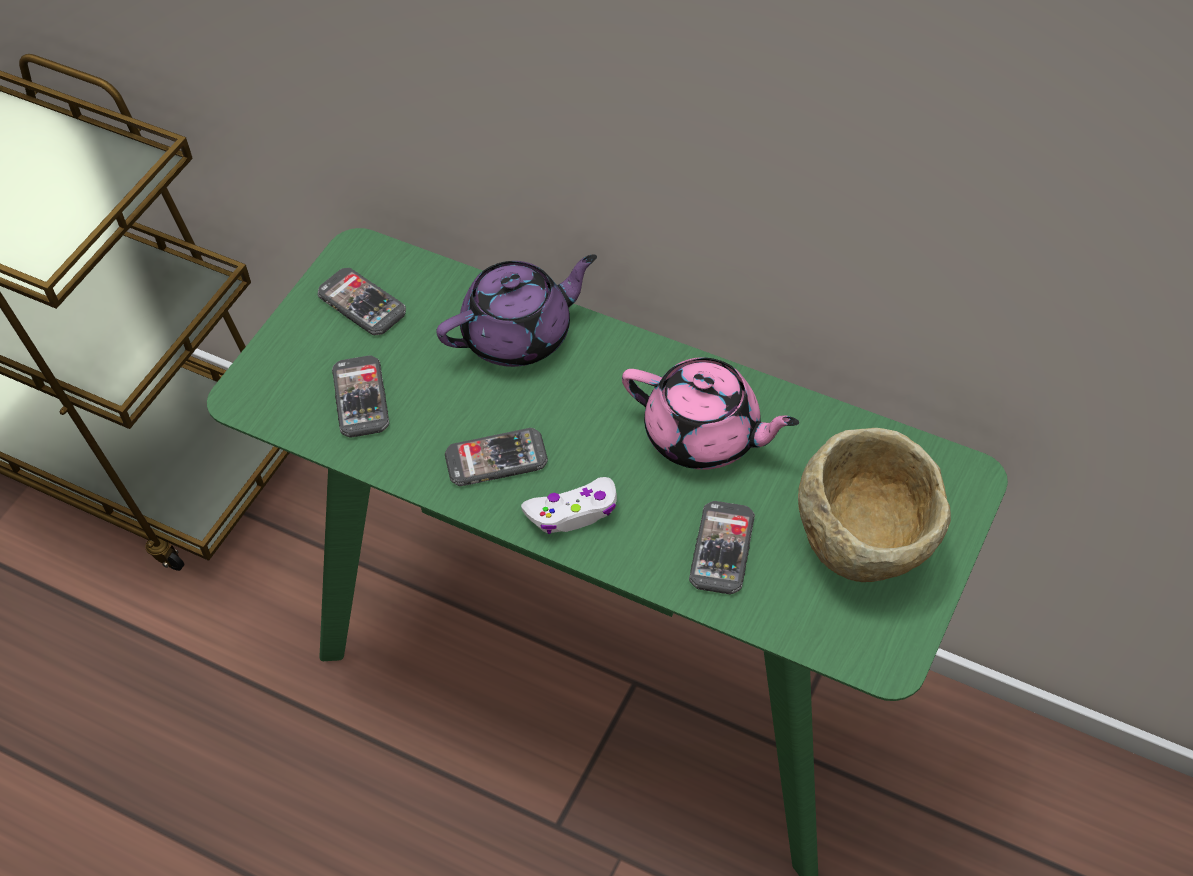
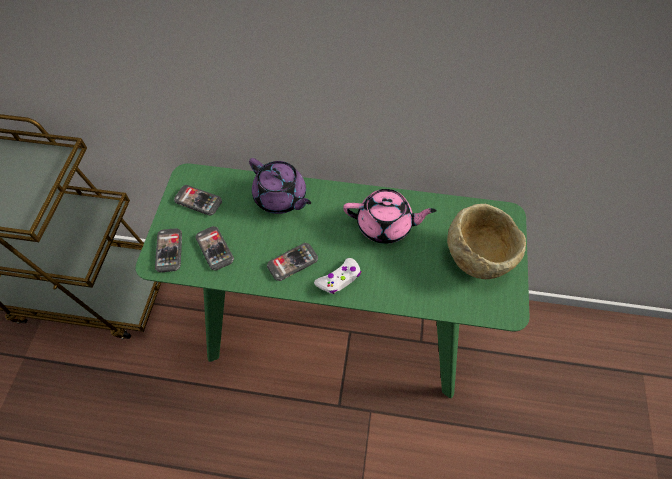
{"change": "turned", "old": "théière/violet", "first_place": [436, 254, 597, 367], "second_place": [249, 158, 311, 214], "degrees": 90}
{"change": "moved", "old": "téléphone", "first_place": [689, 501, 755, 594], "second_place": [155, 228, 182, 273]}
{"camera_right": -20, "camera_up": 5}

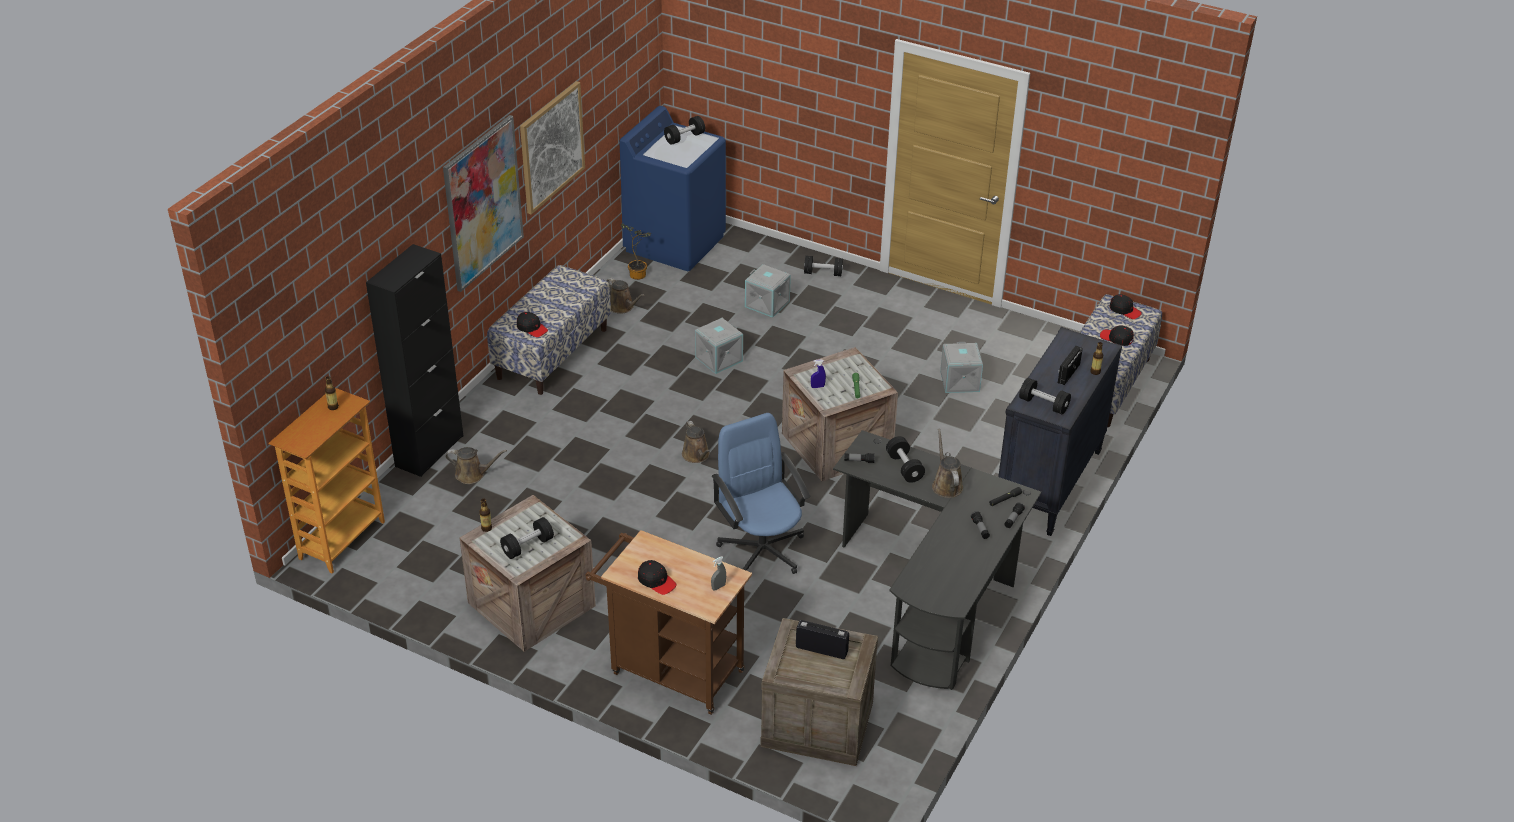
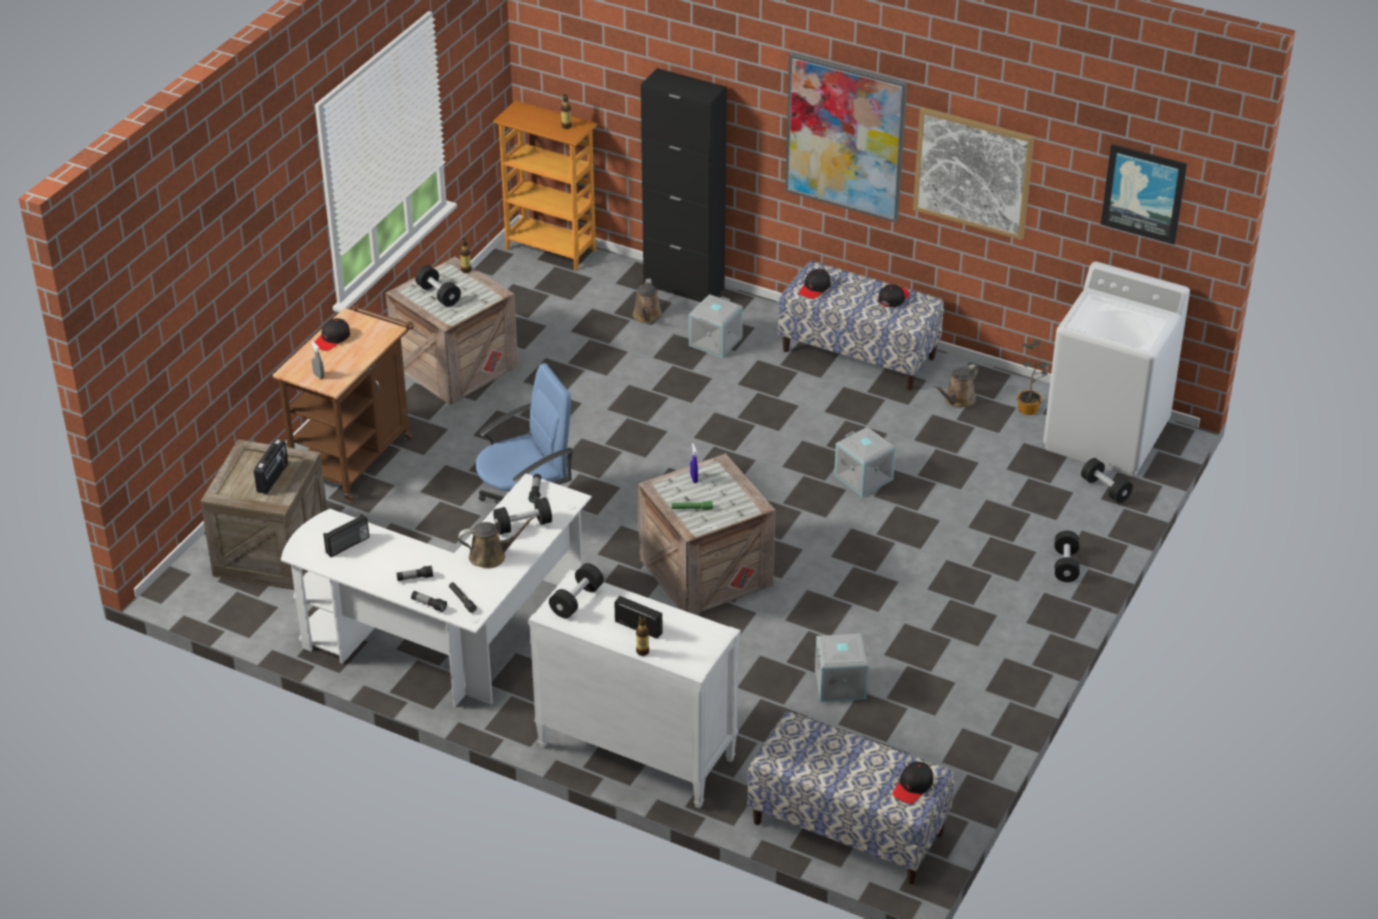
{"change": "recoloured", "old": "lave-linge/bleu", "new": "lave-linge/blanc", "first_place": [619, 106, 726, 271], "second_place": [1043, 262, 1190, 477]}
{"change": "moved", "old": "haltère/noir", "first_place": [664, 116, 705, 145], "second_place": [1081, 458, 1133, 503]}
{"change": "removed", "old": "arrosoir/marron", "first_place": [682, 421, 710, 463]}
{"change": "moved", "old": "boîte de rangement/gris", "first_place": [745, 264, 791, 318], "second_place": [689, 294, 743, 358]}
{"change": "recoloured", "old": "bureau/noir", "new": "bureau/blanc", "first_place": [833, 430, 1041, 690], "second_place": [281, 473, 592, 707]}
{"change": "recoloured", "old": "commode/noir", "new": "commode/blanc", "first_place": [998, 327, 1122, 536], "second_place": [528, 570, 741, 808]}
{"change": "moved", "old": "casquette/noir", "first_place": [1100, 326, 1134, 346], "second_place": [878, 284, 910, 307]}
{"change": "added", "new": "radio", "second_place": [323, 514, 369, 557]}
{"change": "added", "new": "tableau", "second_place": [1101, 144, 1187, 245]}
{"camera_right": 90, "camera_up": 0}

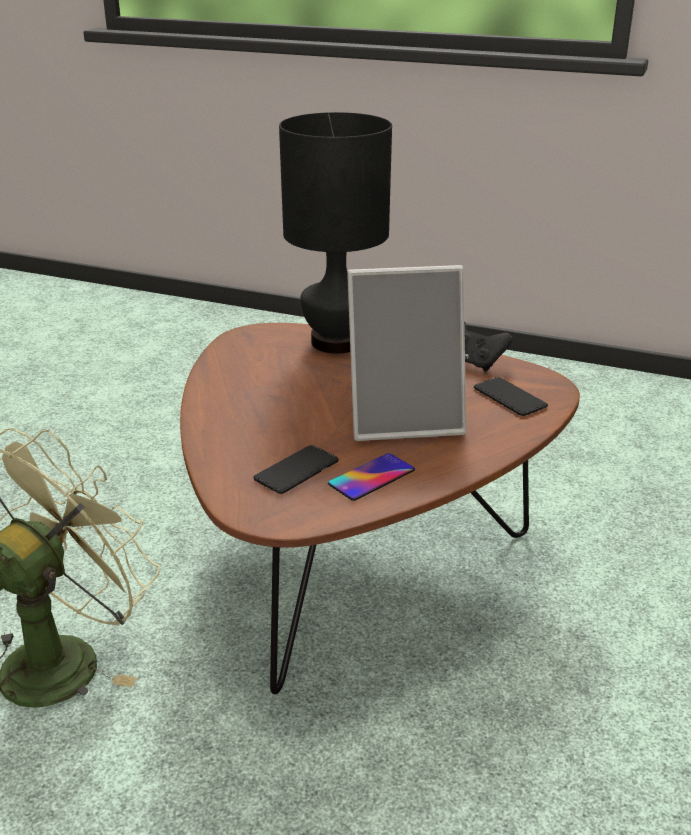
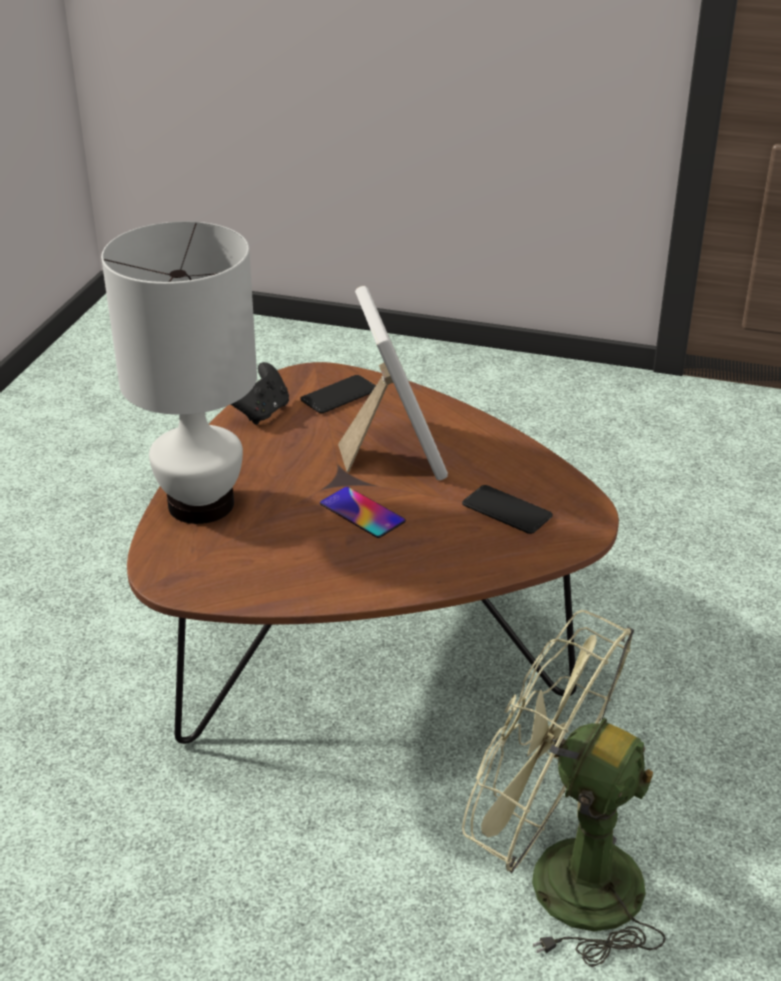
{"change": "recoloured", "old": "lampe de table/noir", "new": "lampe de table/blanc", "first_place": [279, 112, 392, 354], "second_place": [101, 221, 257, 524]}
{"change": "moved", "old": "téléphone", "first_place": [328, 453, 415, 501], "second_place": [320, 487, 406, 538]}
{"camera_right": -95, "camera_up": 5}

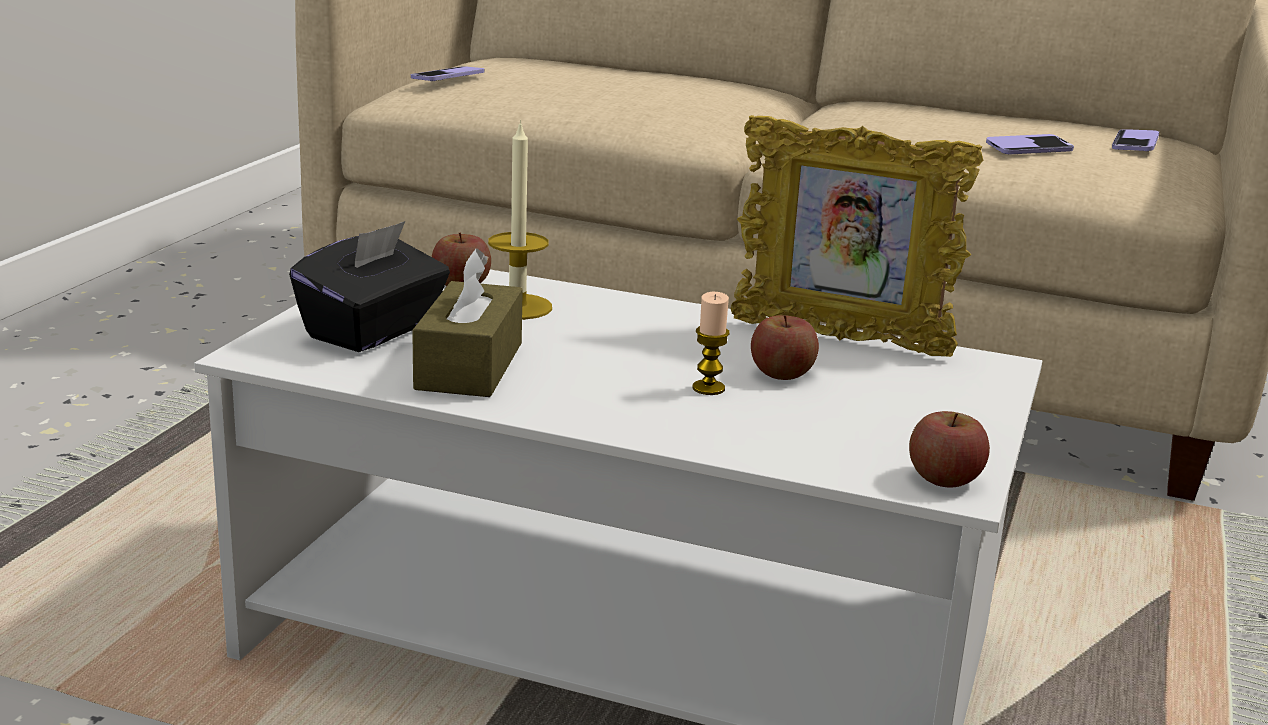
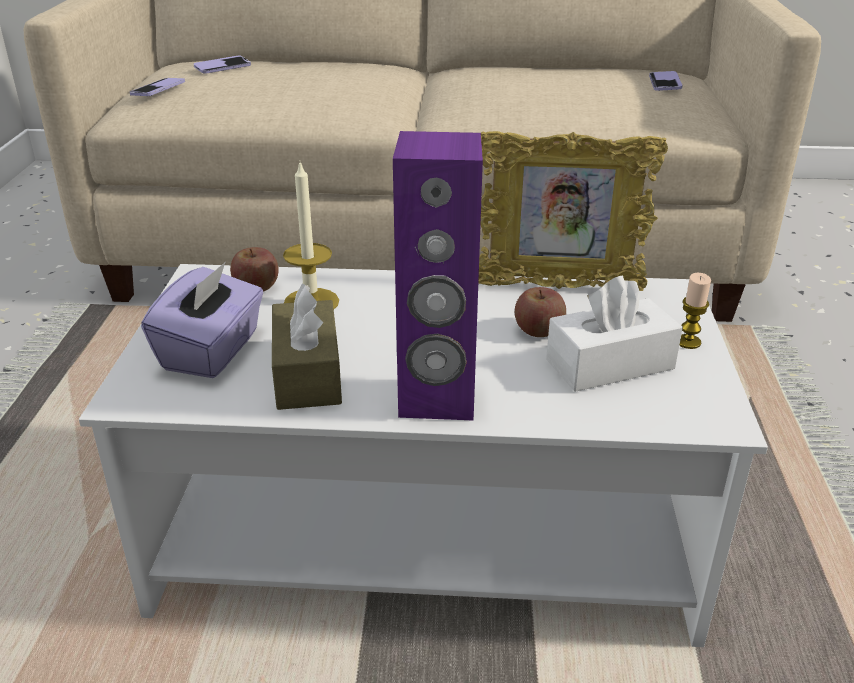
{"change": "recoloured", "old": "boîte à mouchoirs/noir", "new": "boîte à mouchoirs/violet", "first_place": [289, 221, 450, 352], "second_place": [141, 262, 264, 378]}
{"change": "moved", "old": "bougie", "first_place": [692, 292, 730, 395], "second_place": [679, 273, 711, 349]}
{"change": "removed", "old": "pomme", "first_place": [909, 411, 990, 487]}
{"change": "moved", "old": "téléphone", "first_place": [986, 134, 1074, 154], "second_place": [194, 56, 251, 74]}
{"change": "added", "new": "enceinte/violet", "second_place": [393, 131, 483, 421]}
{"change": "added", "new": "boîte à mouchoirs/blanc", "second_place": [546, 275, 683, 392]}
{"camera_right": -15, "camera_up": 10}

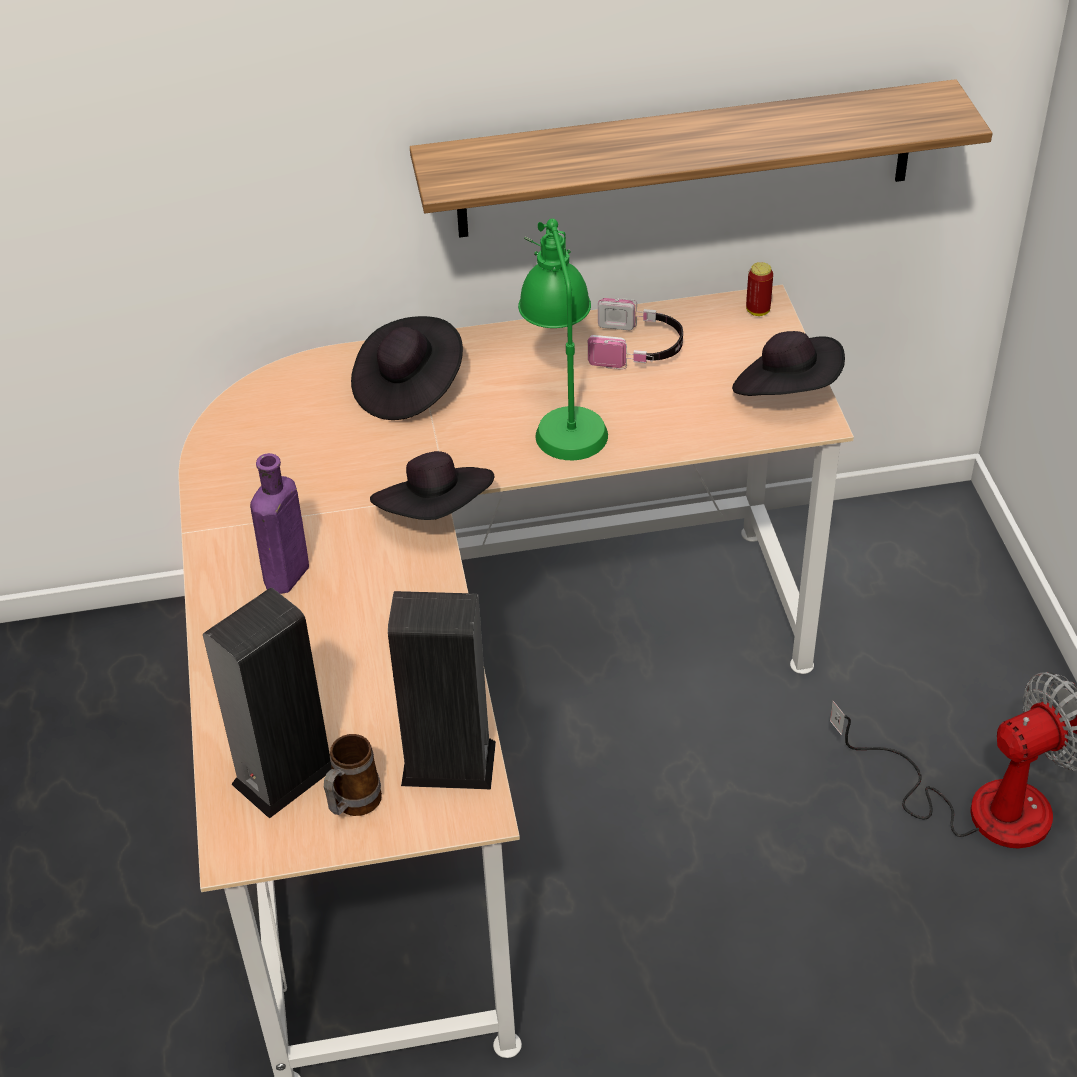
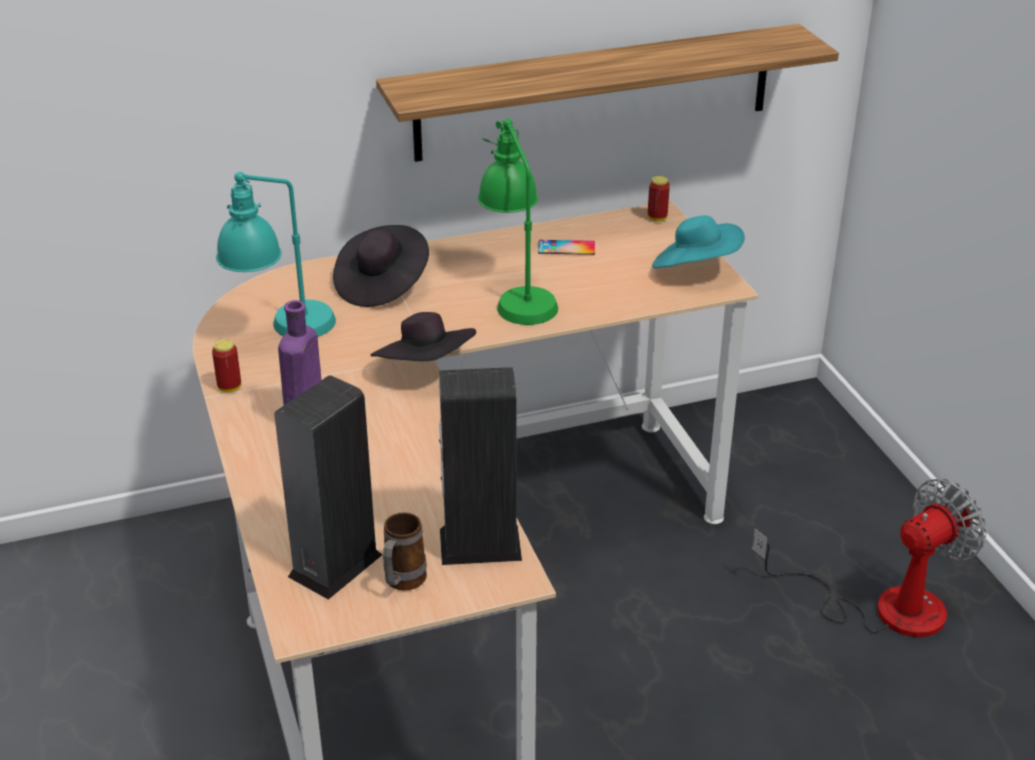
{"change": "replaced", "old": "casque audio", "new": "téléphone", "first_place": [588, 298, 683, 369], "second_place": [538, 240, 595, 255]}
{"change": "recoloured", "old": "chapeau/noir", "new": "chapeau/turquoise", "first_place": [732, 331, 845, 396], "second_place": [652, 215, 745, 268]}
{"change": "added", "new": "boîte métallique", "second_place": [212, 339, 241, 392]}
{"change": "added", "new": "lampe de table/turquoise", "second_place": [216, 172, 336, 337]}
{"camera_right": -10, "camera_up": -10}

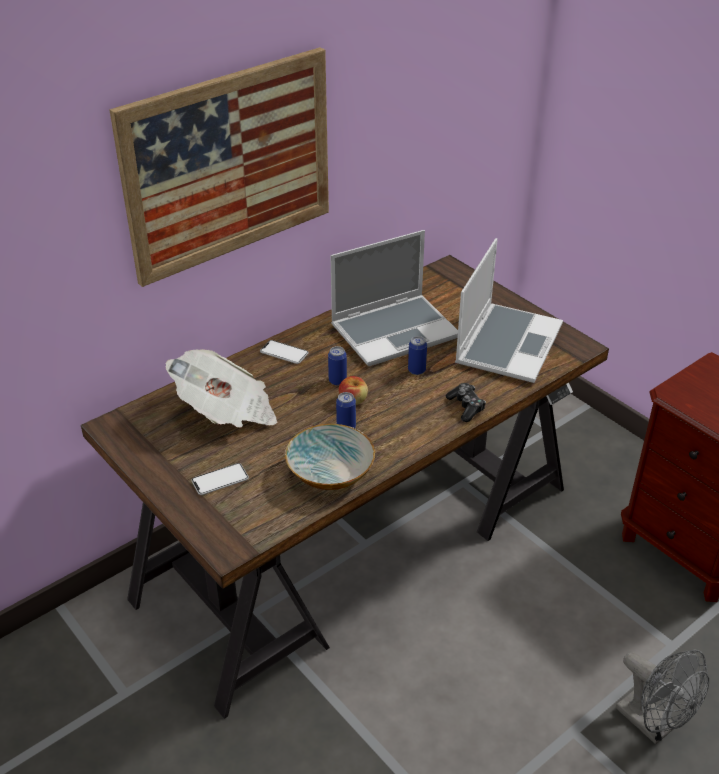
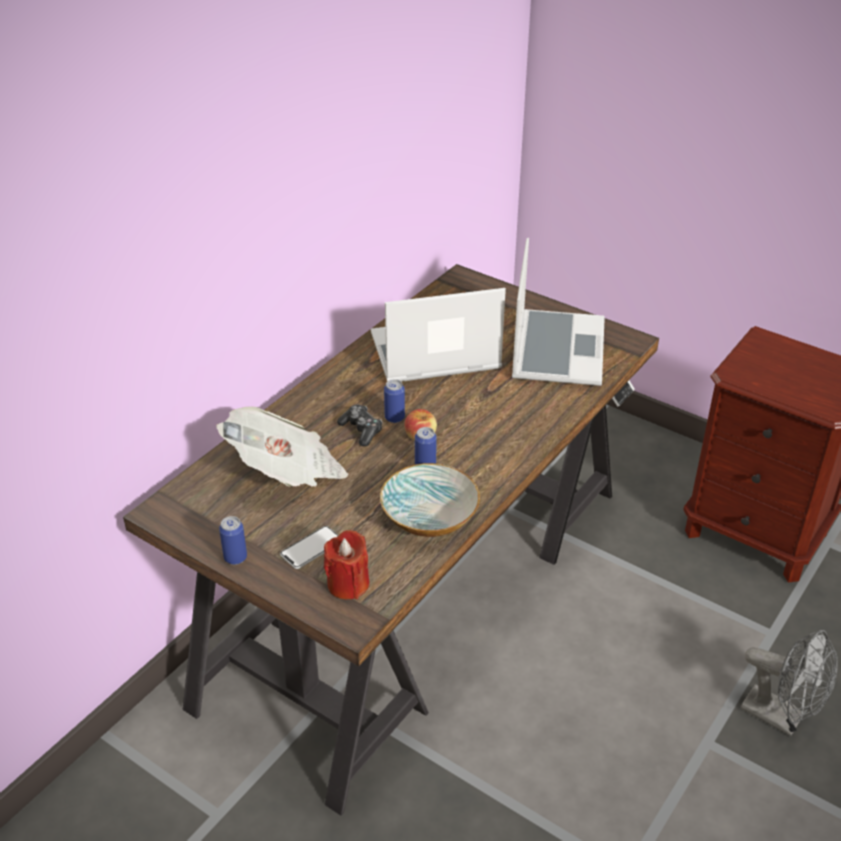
{"change": "removed", "old": "tableau", "first_place": [109, 47, 329, 287]}
{"change": "removed", "old": "téléphone", "first_place": [260, 340, 309, 364]}
{"change": "turned", "old": "ordinateur portable", "first_place": [330, 230, 458, 366], "second_place": [371, 288, 506, 382], "degrees": -150}
{"change": "moved", "old": "boîte métallique", "first_place": [408, 336, 427, 375], "second_place": [219, 516, 247, 565]}
{"change": "moved", "old": "manette", "first_place": [446, 383, 486, 422], "second_place": [337, 404, 383, 446]}
{"change": "added", "new": "bougie/rouge", "second_place": [324, 530, 370, 599]}
{"camera_right": -15, "camera_up": 0}

